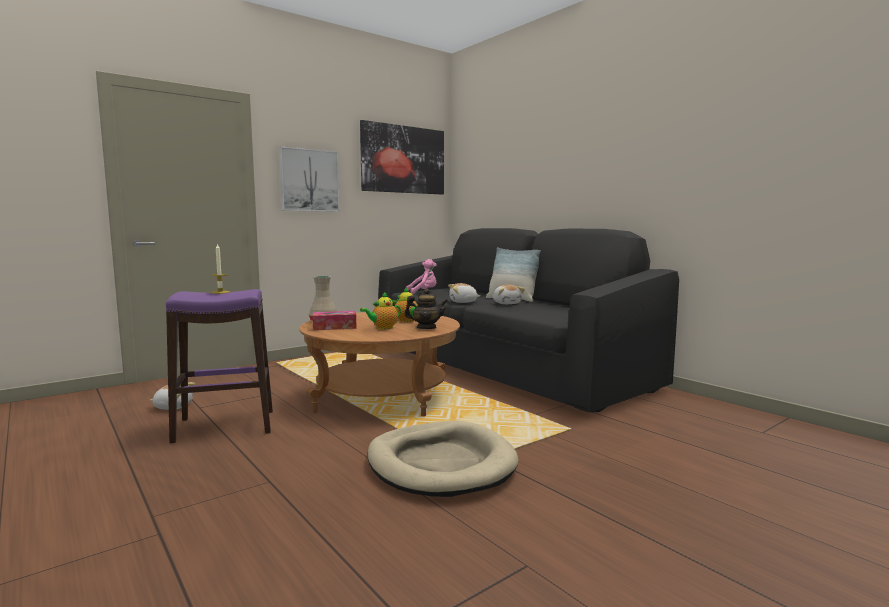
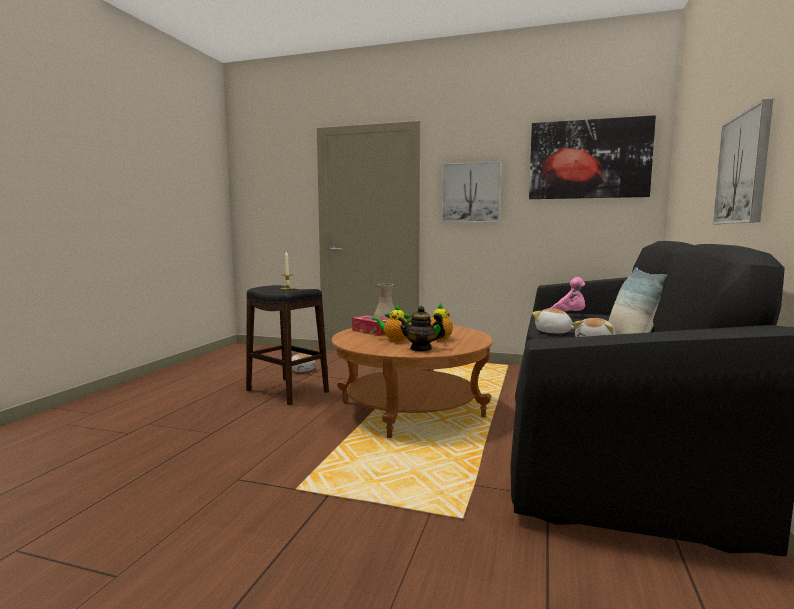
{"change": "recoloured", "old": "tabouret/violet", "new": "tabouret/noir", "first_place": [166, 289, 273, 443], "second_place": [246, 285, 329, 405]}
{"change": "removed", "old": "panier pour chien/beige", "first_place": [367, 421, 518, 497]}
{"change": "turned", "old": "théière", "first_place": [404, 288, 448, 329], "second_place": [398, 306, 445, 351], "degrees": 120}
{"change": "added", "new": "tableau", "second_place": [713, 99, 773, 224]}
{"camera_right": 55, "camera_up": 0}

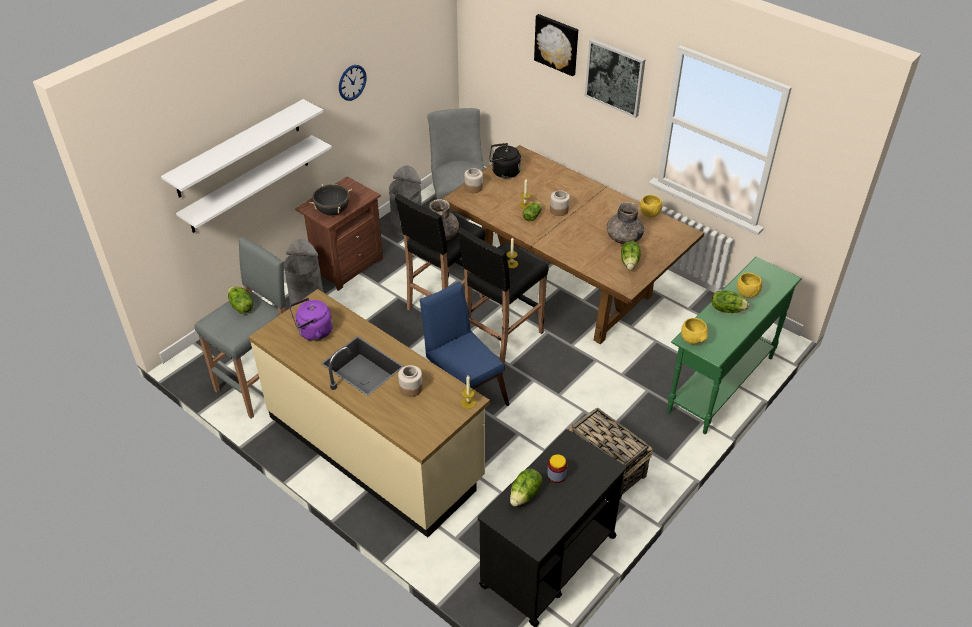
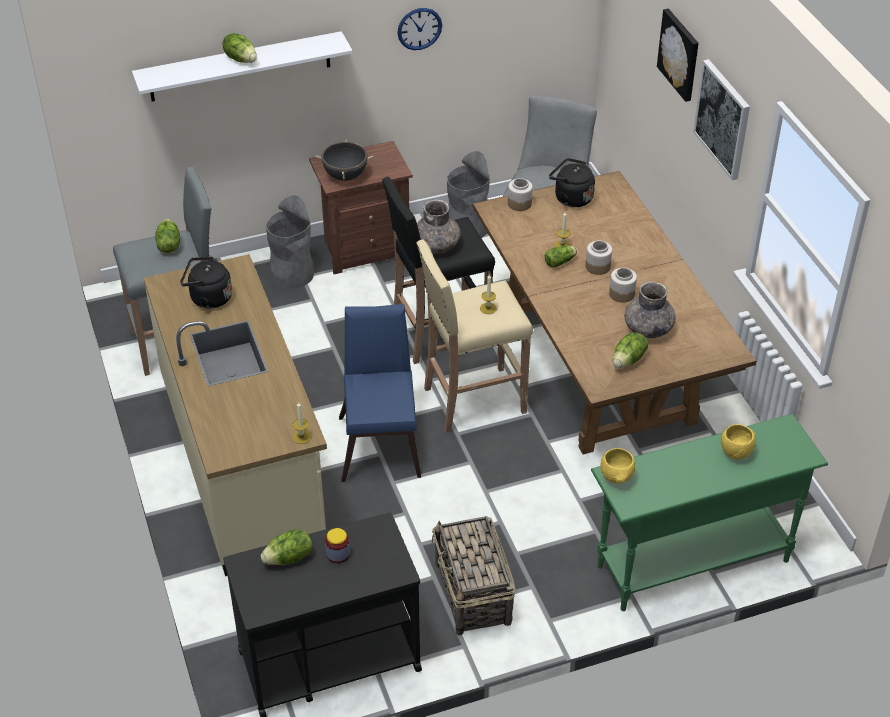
{"change": "removed", "old": "étagère/blanc", "first_place": [176, 135, 332, 233]}
{"change": "recoloured", "old": "bouilloire/violet", "new": "bouilloire/noir", "first_place": [289, 298, 333, 341], "second_place": [180, 257, 232, 309]}
{"change": "moved", "old": "bocal", "first_place": [398, 365, 423, 397], "second_place": [609, 268, 637, 303]}
{"change": "recoloured", "old": "tabouret/noir", "new": "tabouret/beige", "first_place": [457, 228, 549, 365], "second_place": [416, 240, 533, 433]}
{"change": "removed", "old": "bol/jaune", "first_place": [640, 195, 662, 218]}
{"change": "moved", "old": "laitue", "first_place": [712, 290, 749, 313], "second_place": [222, 33, 257, 63]}
{"camera_right": 30, "camera_up": 0}

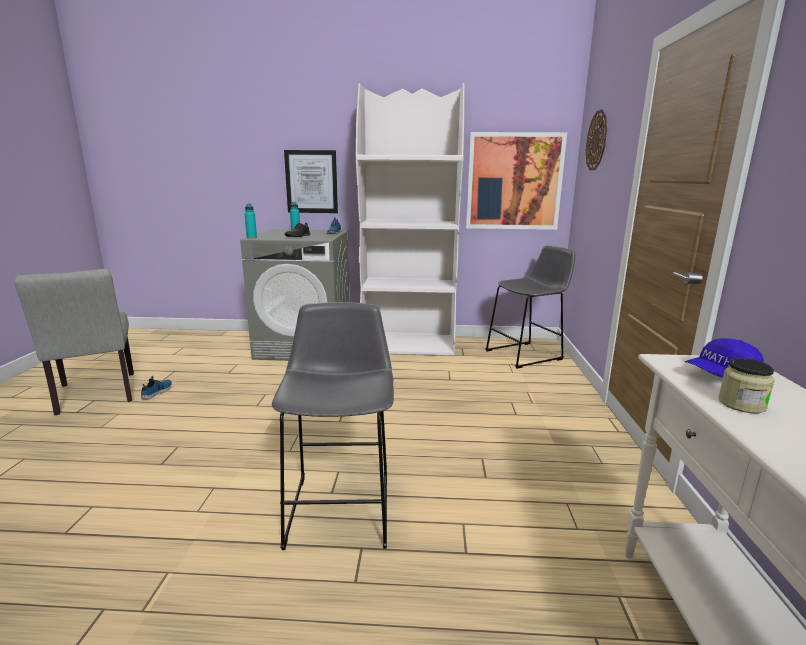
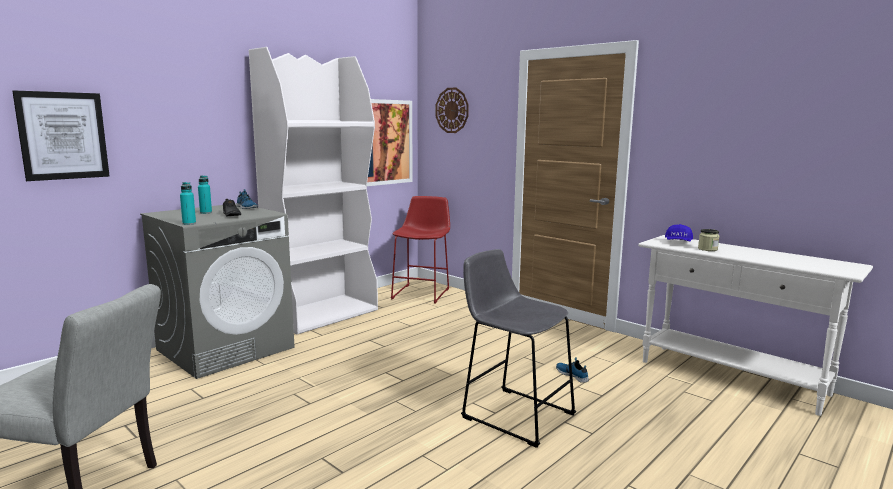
{"change": "moved", "old": "chaussure", "first_place": [141, 376, 172, 400], "second_place": [556, 357, 589, 383]}
{"change": "moved", "old": "tableau", "first_place": [284, 150, 338, 213], "second_place": [12, 90, 110, 181]}
{"change": "recoloured", "old": "tabouret/gris", "new": "tabouret/rouge", "first_place": [485, 246, 575, 369], "second_place": [391, 196, 450, 304]}
{"camera_right": -50, "camera_up": -5}

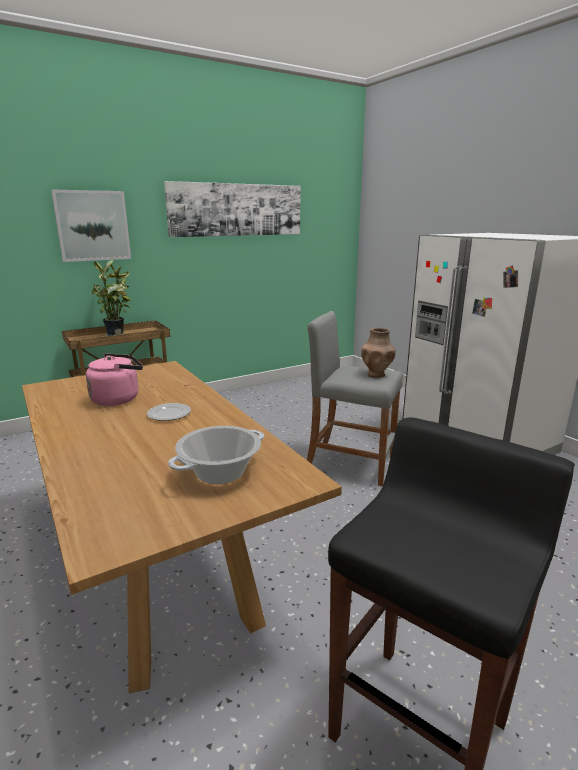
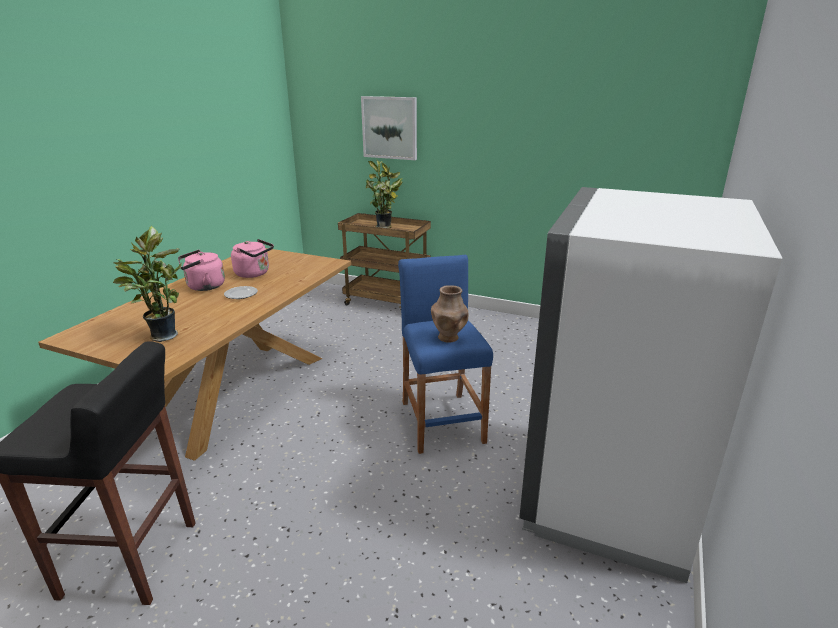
{"change": "removed", "old": "tableau", "first_place": [164, 181, 301, 237]}
{"change": "replaced", "old": "marmite", "new": "plante en pot", "first_place": [168, 426, 264, 484], "second_place": [113, 226, 182, 342]}
{"change": "recoloured", "old": "tabouret/gris", "new": "tabouret/bleu", "first_place": [307, 311, 403, 486], "second_place": [398, 255, 493, 454]}
{"change": "added", "new": "bouilloire/rose", "second_place": [178, 250, 225, 291]}
{"camera_right": 55, "camera_up": 5}

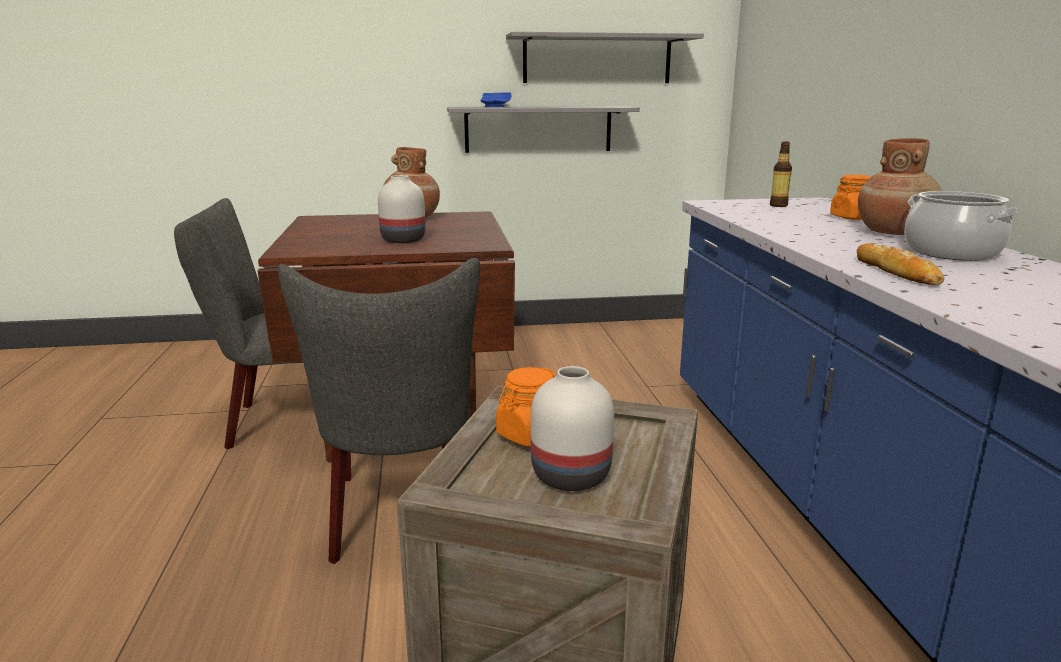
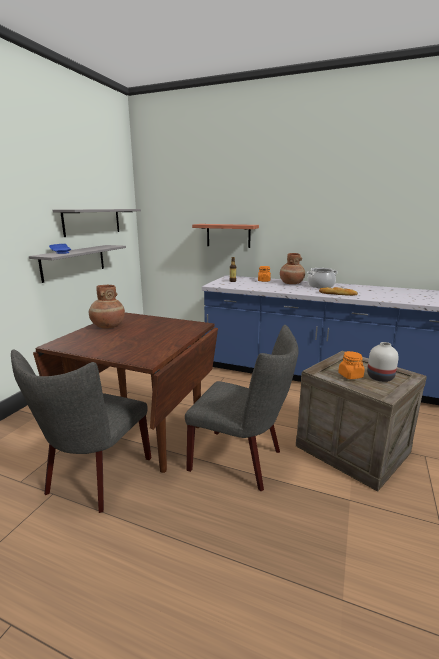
{"change": "removed", "old": "vase/blanc", "first_place": [378, 175, 426, 243]}
{"change": "added", "new": "étagère", "second_place": [192, 224, 259, 248]}
{"camera_right": -60, "camera_up": 0}

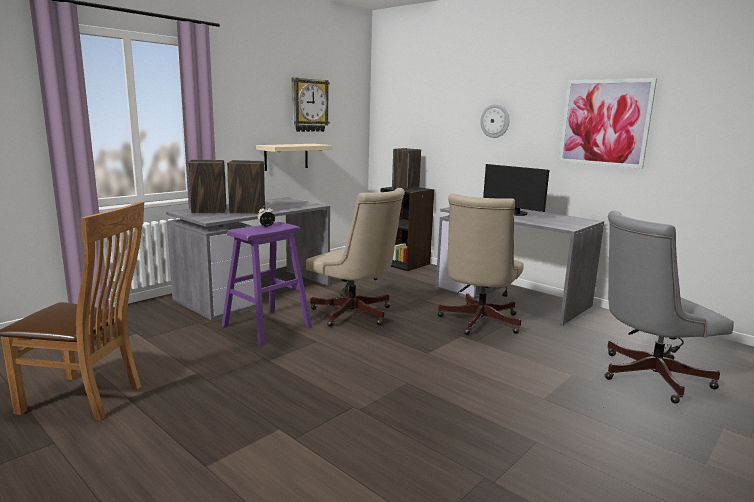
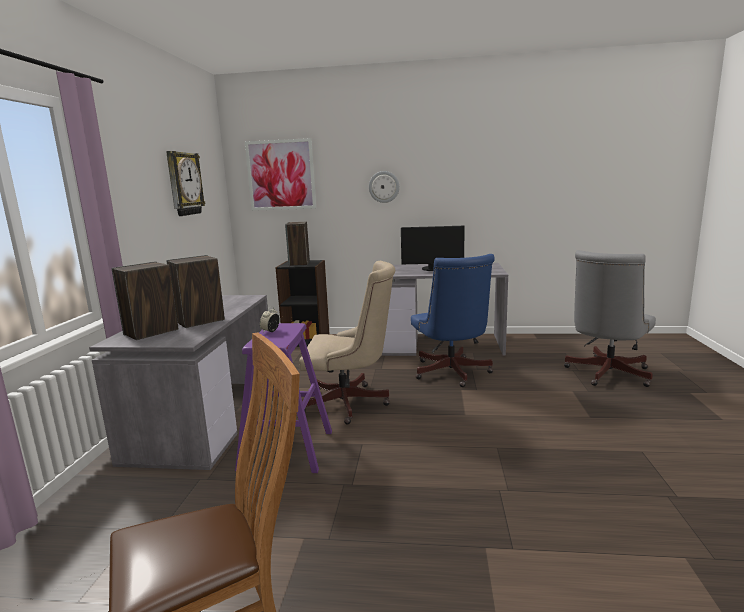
{"change": "removed", "old": "étagère/beige", "first_place": [256, 144, 333, 171]}
{"change": "recoloured", "old": "chaise de bureau/beige", "new": "chaise de bureau/bleu", "first_place": [438, 193, 524, 335], "second_place": [411, 254, 495, 387]}
{"change": "moved", "old": "tableau", "first_place": [559, 78, 657, 169], "second_place": [245, 138, 316, 211]}
{"camera_right": -35, "camera_up": 0}

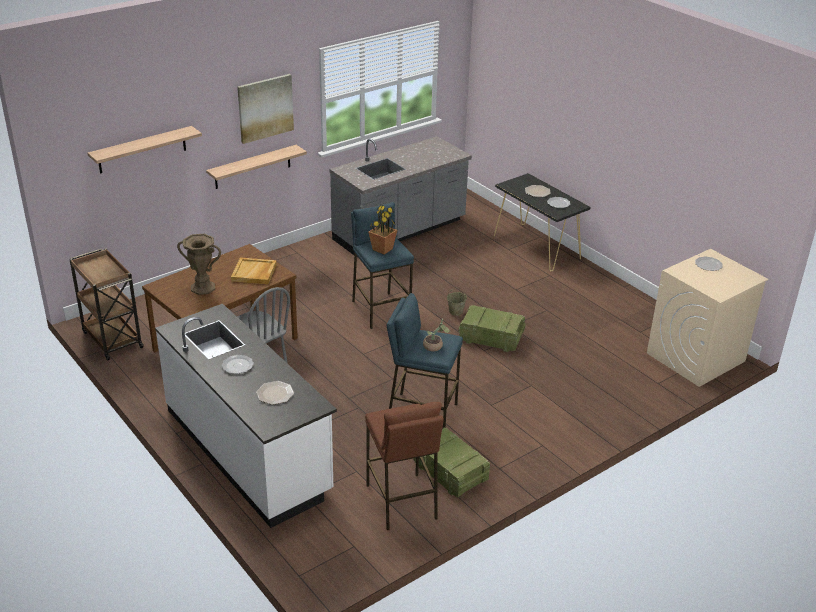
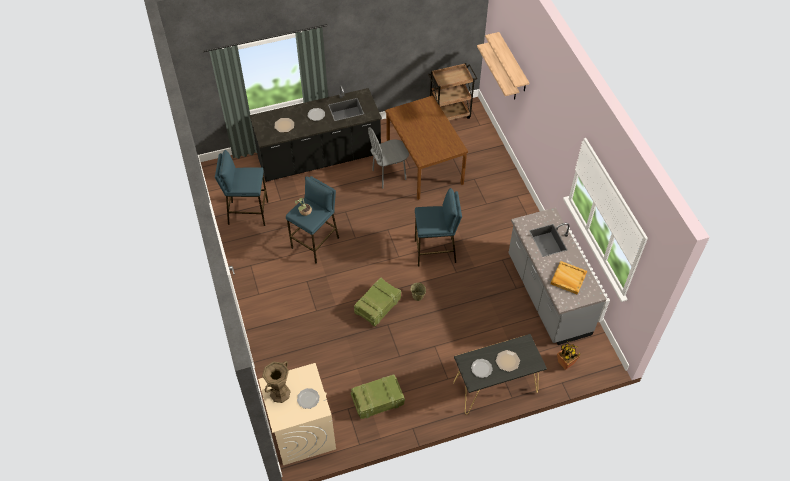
{"change": "recoloured", "old": "comptoir de cuisine/blanc", "new": "comptoir de cuisine/noir", "first_place": [155, 304, 337, 528], "second_place": [249, 85, 382, 182]}
{"change": "moved", "old": "vase/marron", "first_place": [177, 234, 221, 295], "second_place": [262, 361, 291, 403]}
{"change": "moved", "old": "étagère", "first_place": [206, 145, 307, 189], "second_place": [477, 43, 519, 100]}
{"change": "moved", "old": "plateau/beige", "first_place": [231, 257, 277, 284], "second_place": [550, 261, 587, 295]}
{"change": "removed", "old": "tableau", "first_place": [237, 74, 294, 144]}
{"change": "recoloured", "old": "tabouret/marron", "new": "tabouret/bleu", "first_place": [365, 402, 444, 531], "second_place": [215, 150, 268, 226]}
{"change": "moved", "old": "plante en pot", "first_place": [368, 205, 397, 254], "second_place": [557, 341, 580, 370]}
{"change": "moved", "old": "caisse", "first_place": [413, 427, 490, 497], "second_place": [351, 375, 405, 419]}
{"camera_right": 110, "camera_up": 20}

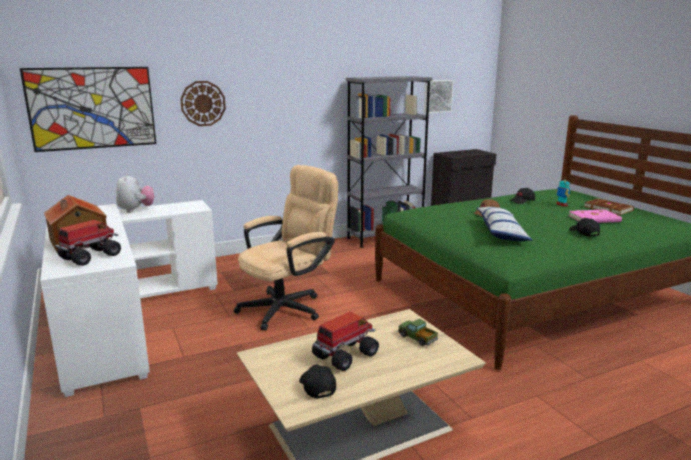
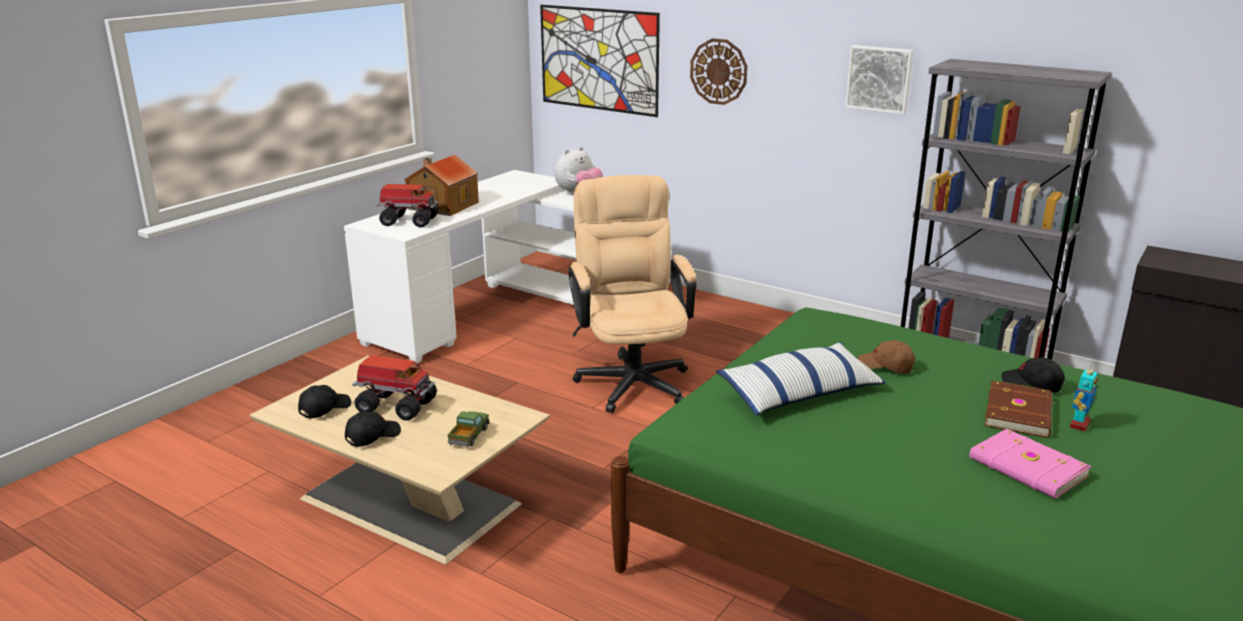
{"change": "turned", "old": "chaise de bureau/beige", "first_place": [234, 165, 338, 330], "second_place": [568, 175, 697, 413], "degrees": -120}
{"change": "moved", "old": "tableau", "first_place": [424, 80, 454, 114], "second_place": [845, 45, 914, 114]}
{"change": "moved", "old": "casquette/noir", "first_place": [569, 218, 600, 237], "second_place": [345, 411, 401, 447]}
{"change": "moved", "old": "livre/marron", "first_place": [584, 198, 634, 215], "second_place": [985, 380, 1052, 438]}
{"camera_right": 60, "camera_up": 5}

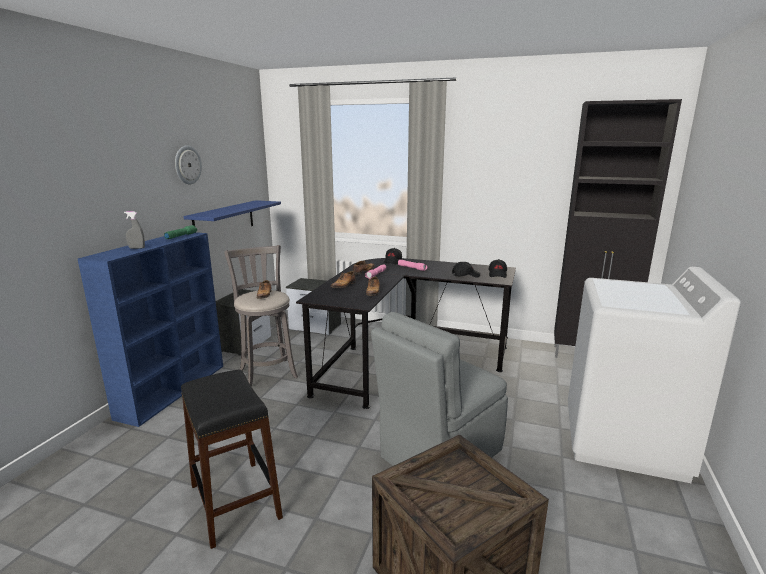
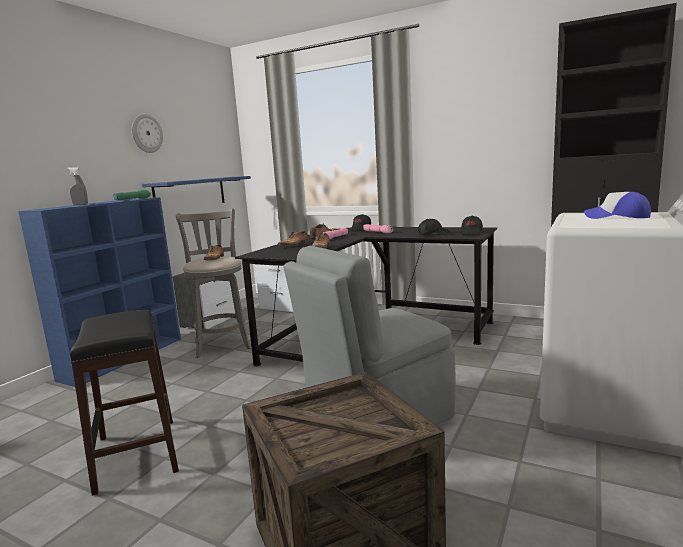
{"change": "added", "new": "casquette", "second_place": [584, 192, 651, 219]}
{"camera_right": 10, "camera_up": -5}

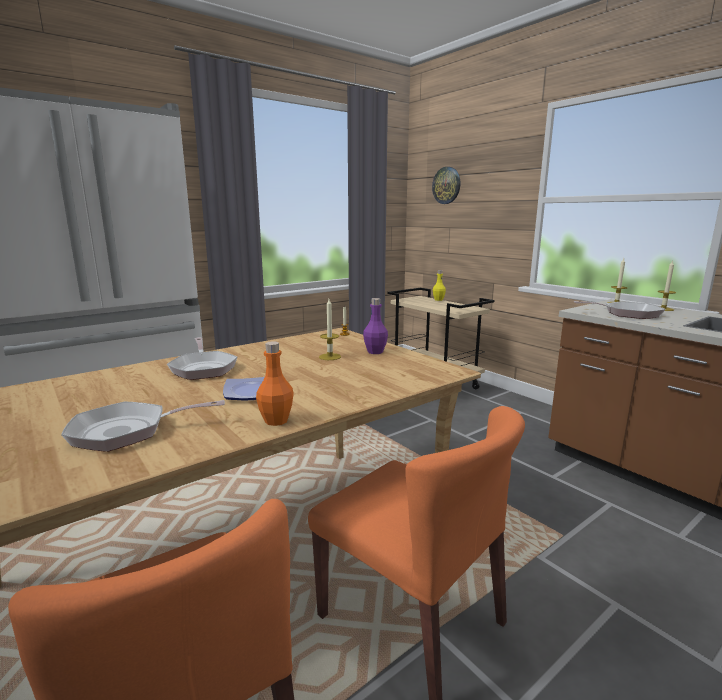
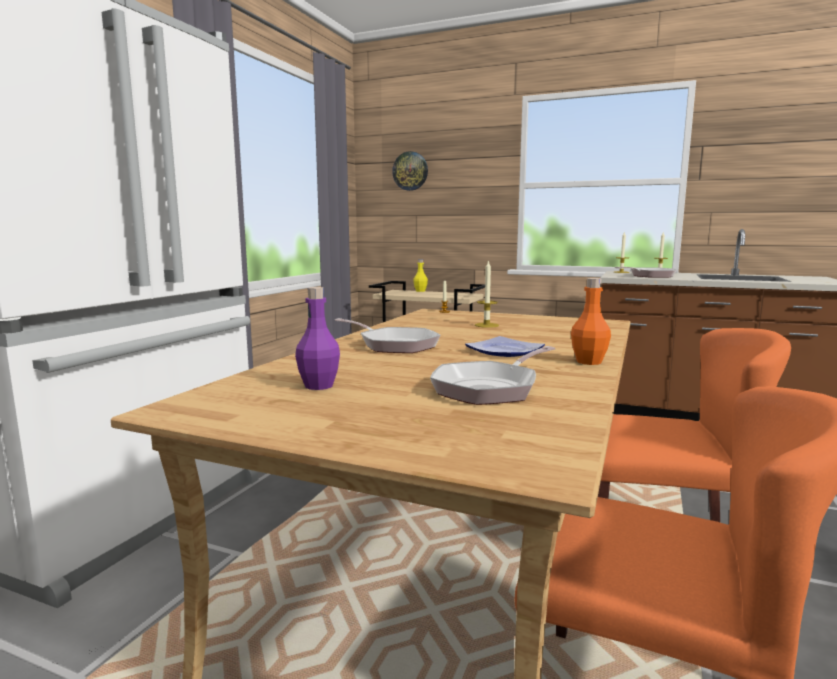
{"change": "moved", "old": "bouteille/violet", "first_place": [363, 298, 388, 354], "second_place": [295, 287, 340, 390]}
{"camera_right": -30, "camera_up": -5}

